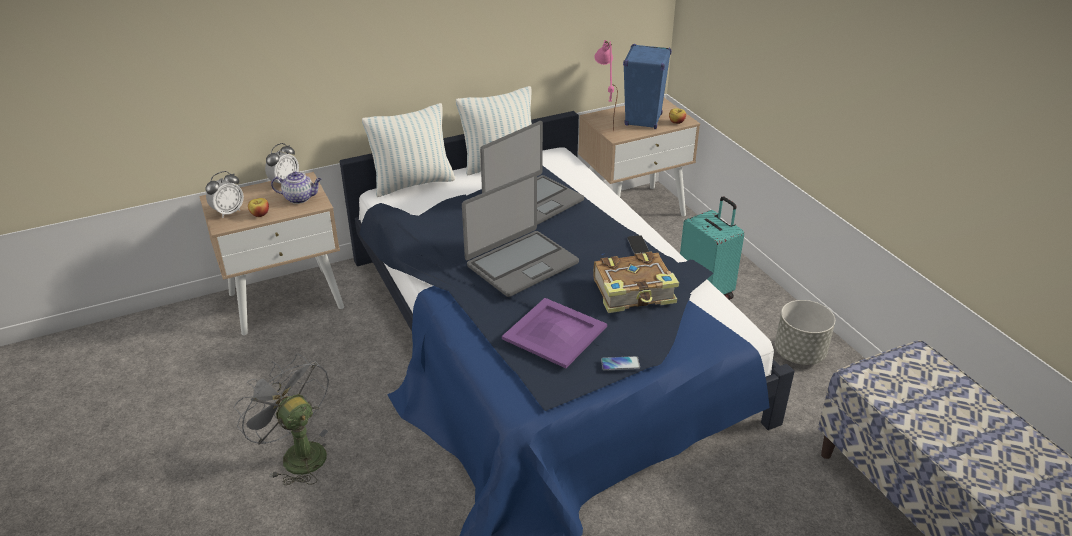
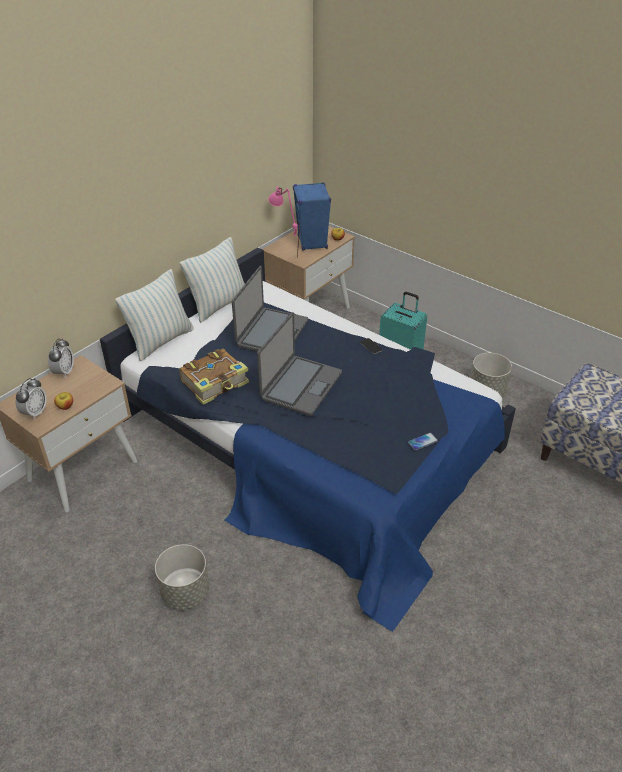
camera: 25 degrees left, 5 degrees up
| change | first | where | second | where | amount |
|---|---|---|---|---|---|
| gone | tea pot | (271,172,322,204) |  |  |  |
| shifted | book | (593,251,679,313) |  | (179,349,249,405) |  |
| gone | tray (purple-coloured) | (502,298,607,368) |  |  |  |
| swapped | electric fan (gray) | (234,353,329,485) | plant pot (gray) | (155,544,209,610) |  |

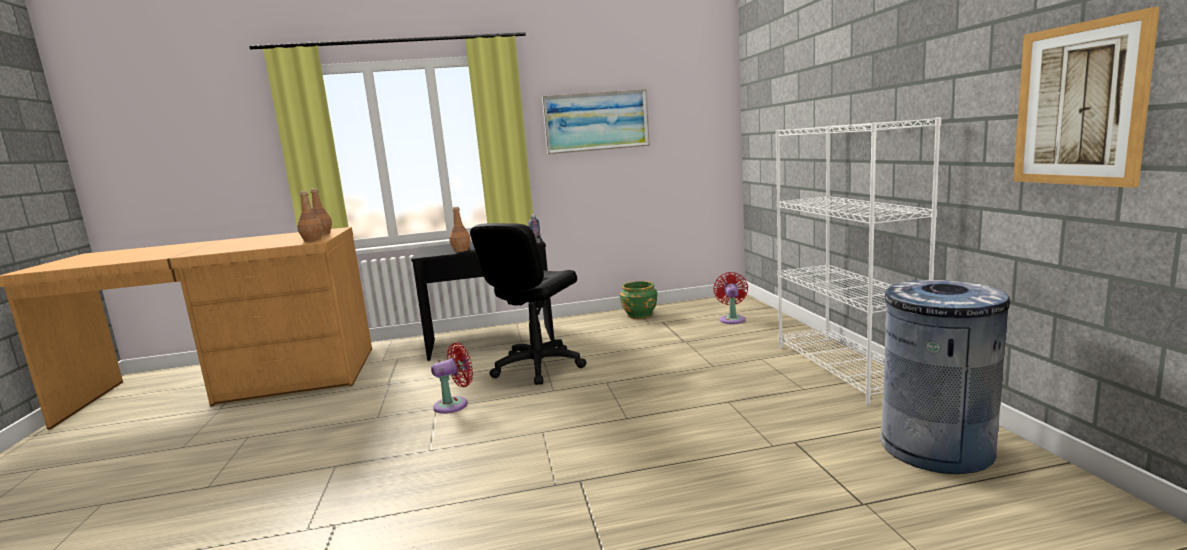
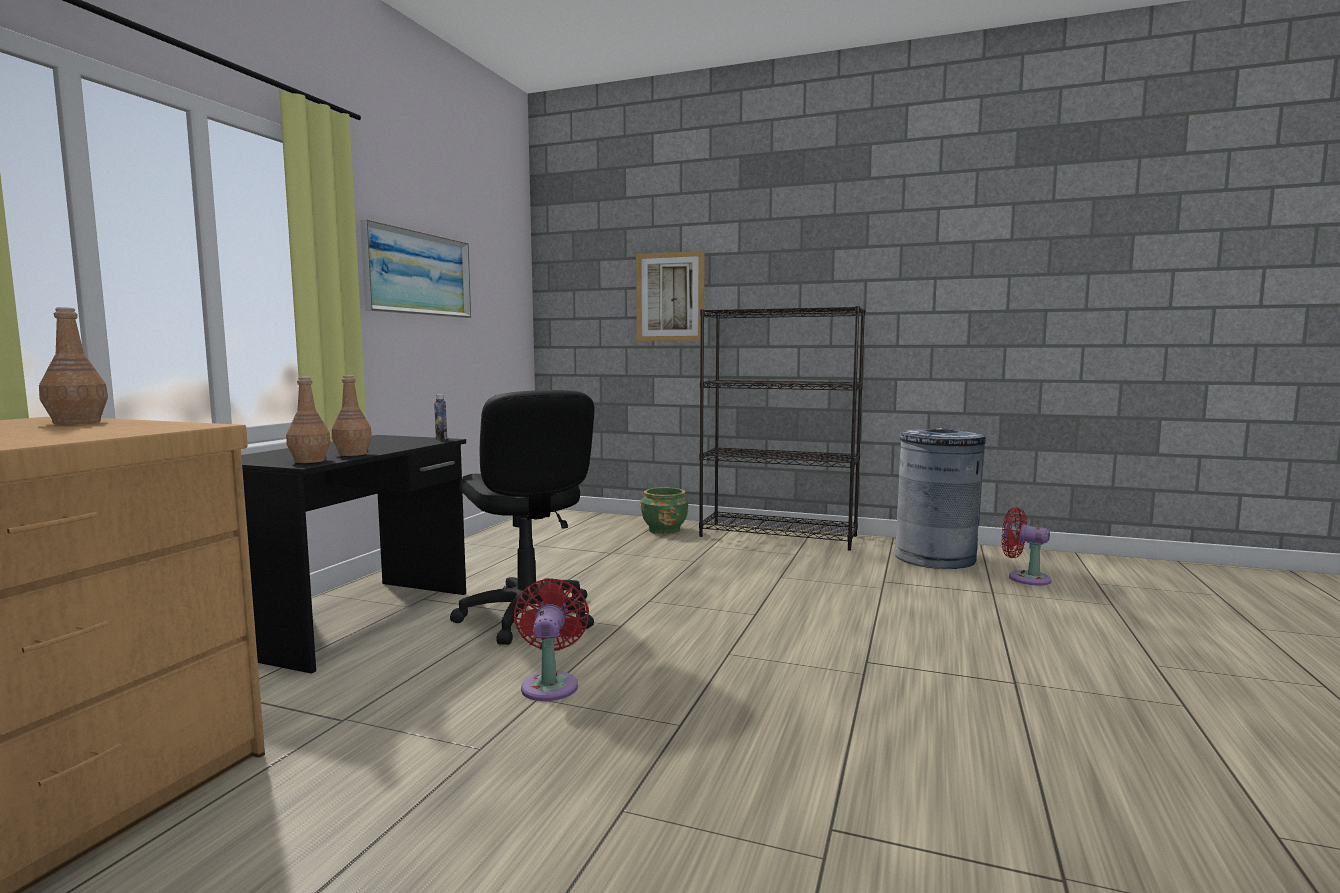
camera: 60 degrees left, 5 degrees down
| change | first | where | second | where | amount |
|---|---|---|---|---|---|
| shifted | wall picture | (1013,6,1160,188) |  | (636,251,705,341) |  |
| repainted | shelving unit (white) | (776,117,942,405) | shelving unit (black) | (699,306,865,551) |  |
| shifted | drink bottle (brown-coloured) | (297,191,323,242) |  | (286,377,331,463) |  |
| shifted | electric fan (reddish) | (714,272,748,324) |  | (1001,507,1051,585) |  |
| shifted | plant pot (green) | (620,281,657,319) |  | (640,487,688,534) |  |

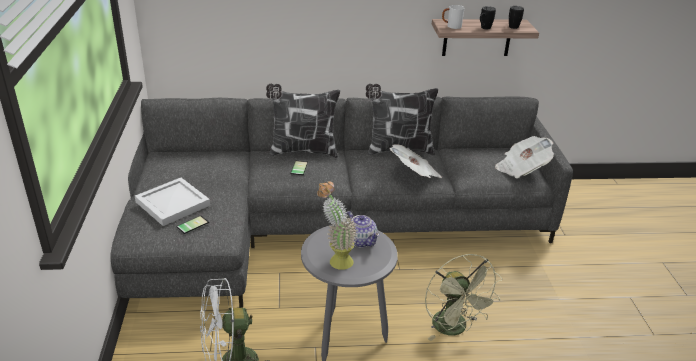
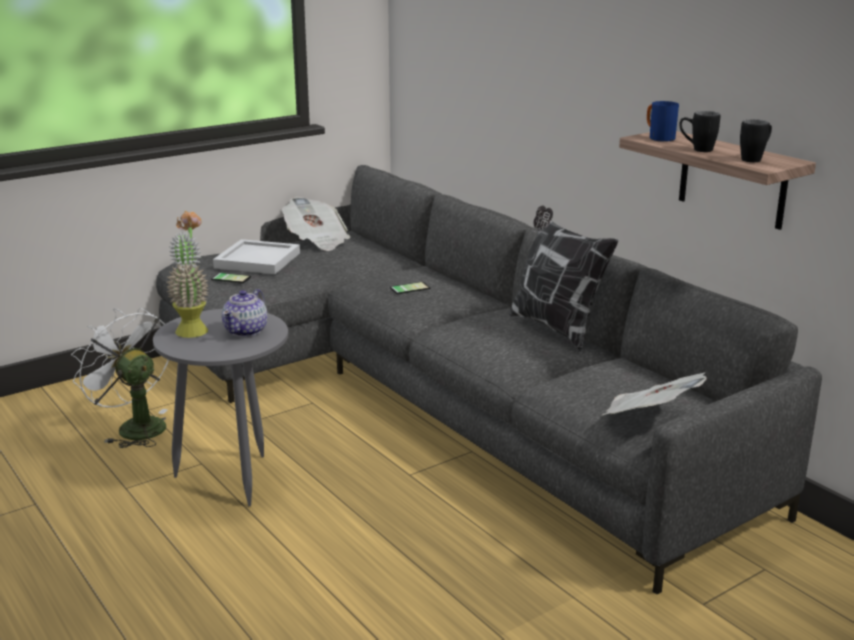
camera: 60 degrees right, 10 degrees down
| change | first | where | second | where | amount |
|---|---|---|---|---|---|
| repainted | mug (white) | (442,5,464,29) | mug (bluish) | (647,101,679,142) |  |
| gone | pillow | (266,84,340,158) |  |  |  |
| shifted | printed paper | (389,144,442,178) |  | (282,197,350,251) |  |
| gone | electric fan (green) | (425,254,503,341) |  |  |  |

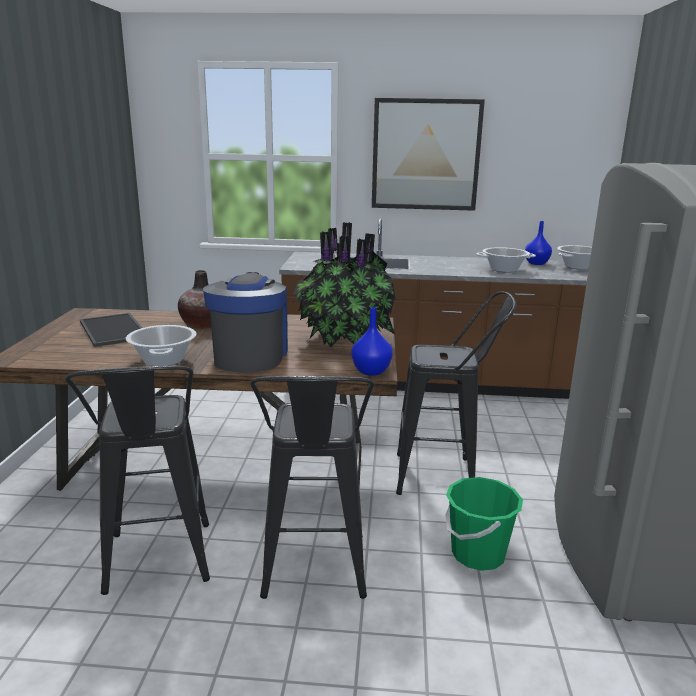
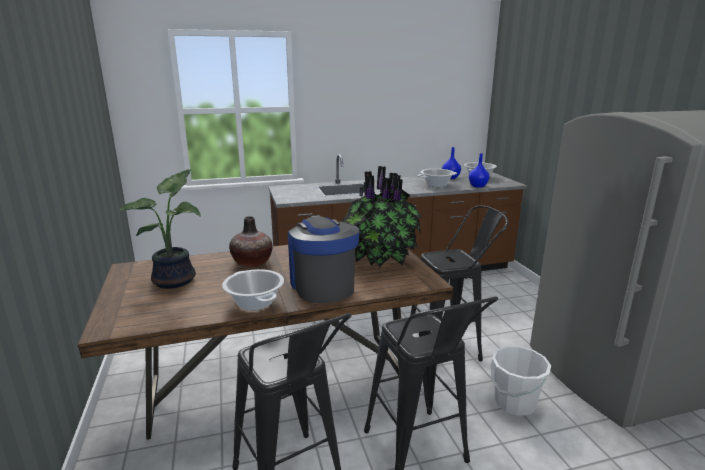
camera: 20 degrees left, 0 degrees up
| change | first | where | second | where | amount |
|---|---|---|---|---|---|
| gone | wall picture | (372,98,485,211) |  |  |  |
| shifted | vase (bluish) | (351,307,393,376) |  | (469,153,490,188) |  |
| swapped | tray | (80,313,142,347) | houseplant | (120,169,201,289) |  |
| repainted | pail (green) | (445,477,523,571) | pail (white) | (491,346,551,415) |  |

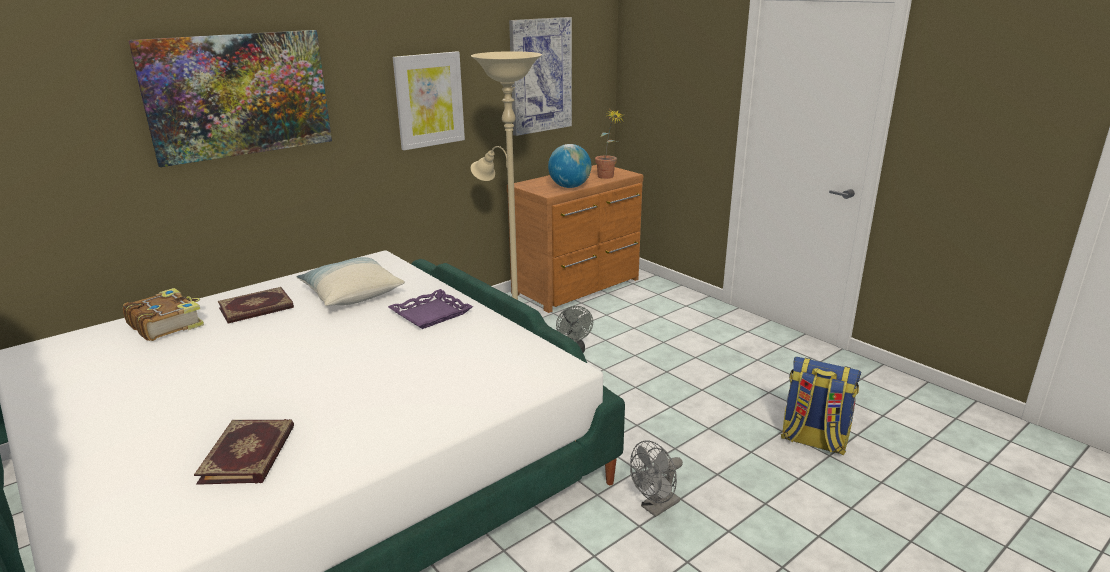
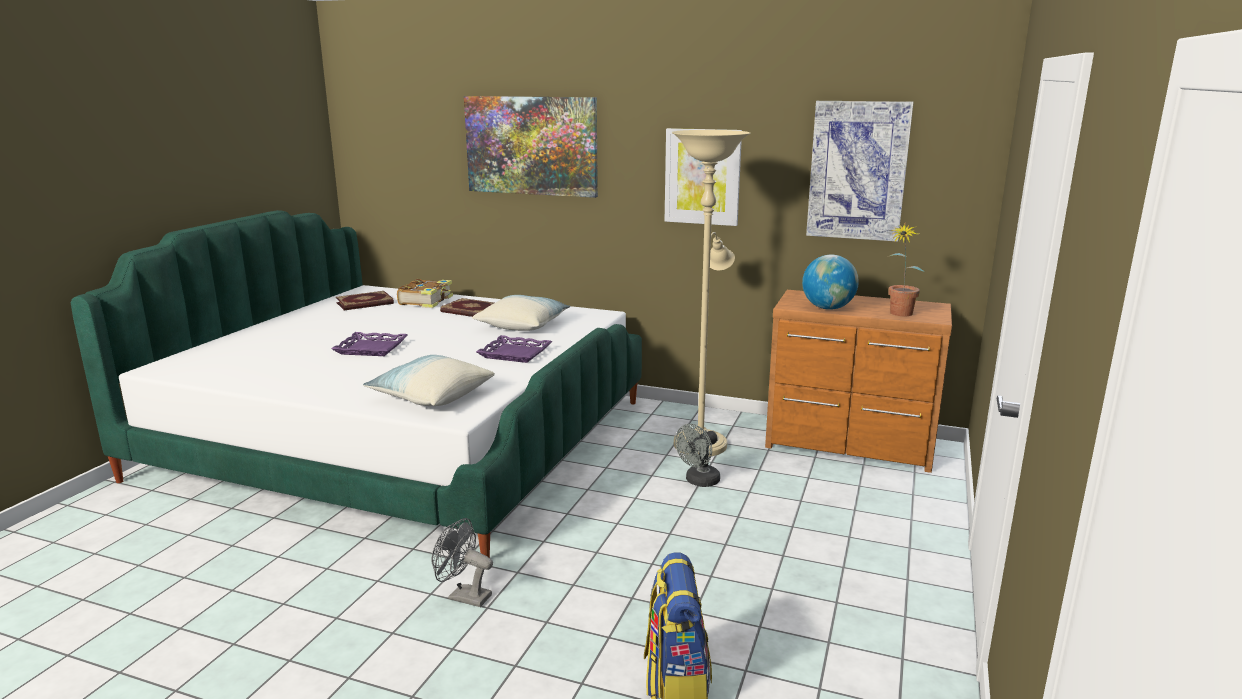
camera: 60 degrees right, 5 degrees down
| change | first | where | second | where | amount |
|---|---|---|---|---|---|
| shifted | book | (194,419,294,485) |  | (336,291,394,310) |  |
| new |  |  | tray (purple-coloured) | (331,332,408,356) |  |
| new |  |  | pillow | (363,355,495,406) |  |

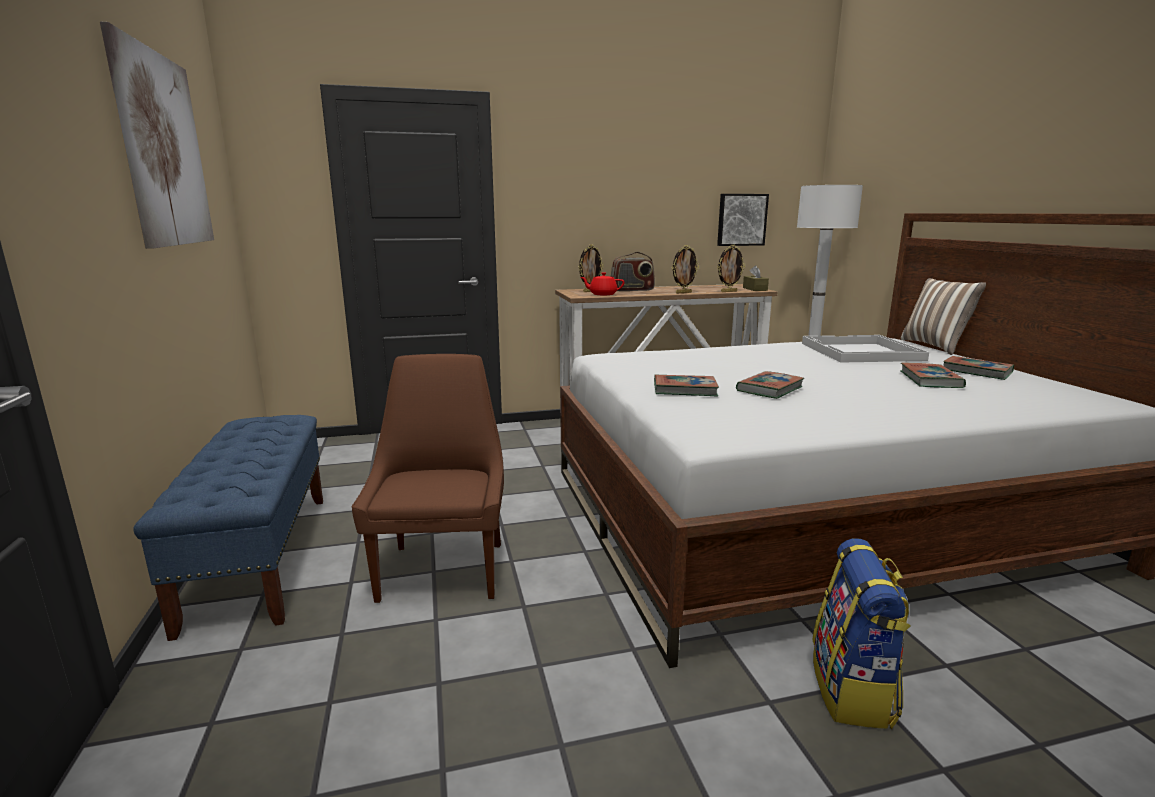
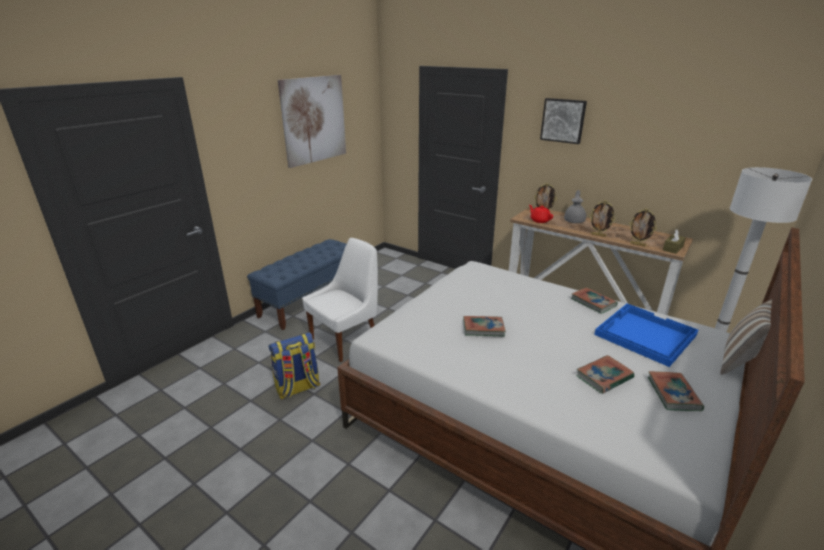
camera: 50 degrees right, 10 degrees up
| change | first | where | second | where | amount |
|---|---|---|---|---|---|
| shifted | wall picture | (717,194,769,246) |  | (540,98,587,144) |  |
| swapped | radio receiver | (611,252,655,291) | tea pot (gray) | (564,190,586,223) |  |
| repainted | tray (white) | (802,335,929,363) | tray (bluish) | (594,304,698,367) |  |
| repainted | upright chair (brown-coloured) | (352,354,504,603) | upright chair (white) | (302,238,378,362) |  |
| shifted | book | (654,375,719,396) |  | (571,287,617,314) |  |
| shifted | backpack | (812,538,910,729) |  | (268,332,320,400) |  |

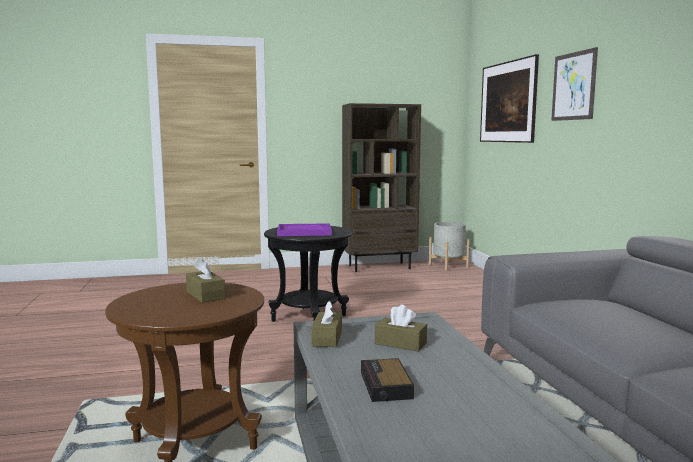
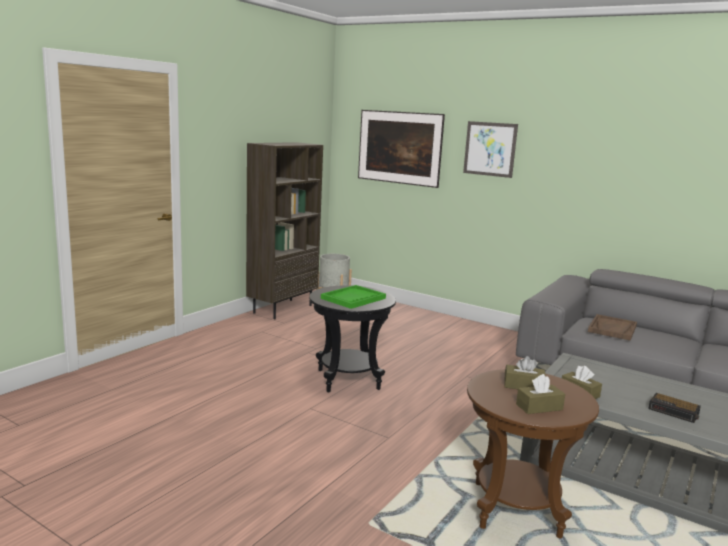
camera: 45 degrees left, 5 degrees up
| change | first | where | second | where | amount |
|---|---|---|---|---|---|
| repainted | tray (purple-coloured) | (277,223,332,236) | tray (green) | (321,285,386,309) |  |
| shifted | tissue holder (brown-coloured) | (375,305,427,352) |  | (516,374,565,414) |  |
| new |  |  | tray (brown-coloured) | (588,314,637,341) |  |

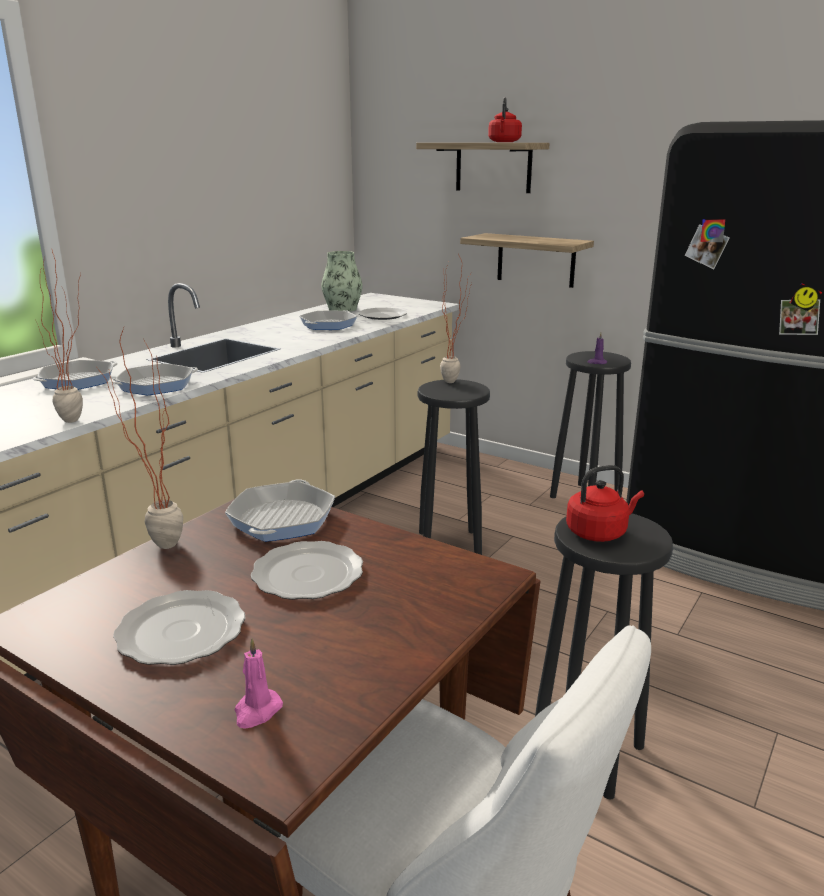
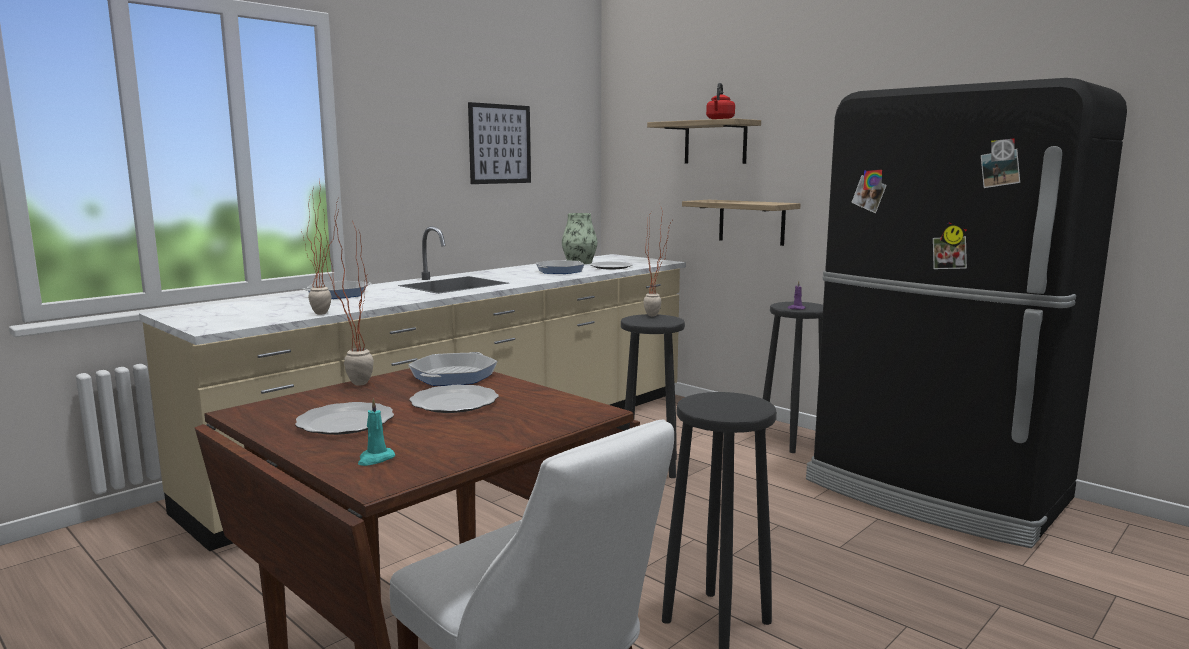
camera: 10 degrees right, 10 degrees down
| change | first | where | second | where | amount |
|---|---|---|---|---|---|
| gone | skillet | (110,363,198,395) |  |  |  |
| gone | tea kettle (reddish) | (566,465,644,542) |  |  |  |
| repainted | wax light (pink) | (235,638,283,729) | wax light (blue-green) | (358,398,395,466) |  |
| new |  |  | wall picture | (468,102,531,184) |  |

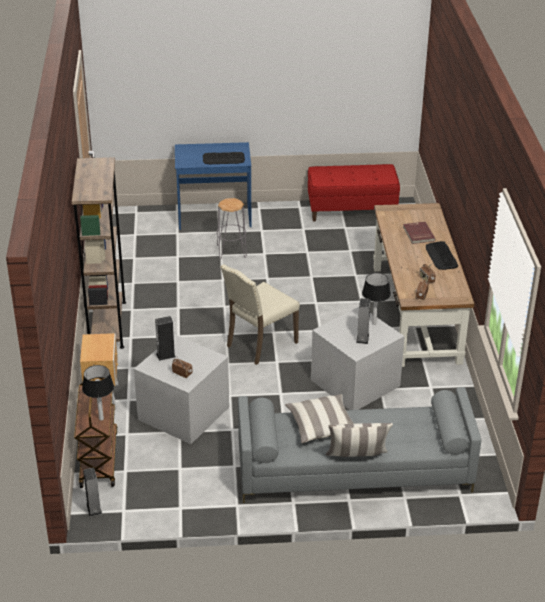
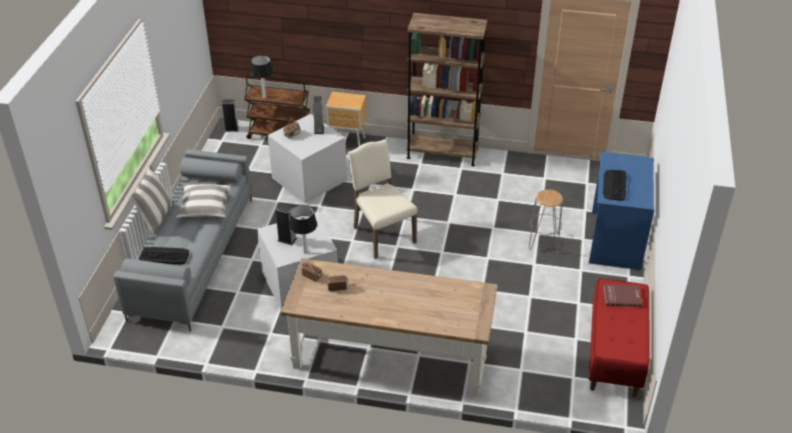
camera: 105 degrees right, 5 degrees up
| change | first | where | second | where | amount |
|---|---|---|---|---|---|
| shifted | book (reddish) | (403,222,436,244) |  | (603,284,642,307) |  |
| shifted | PC keyboard | (426,241,458,270) |  | (139,247,189,264) |  |

